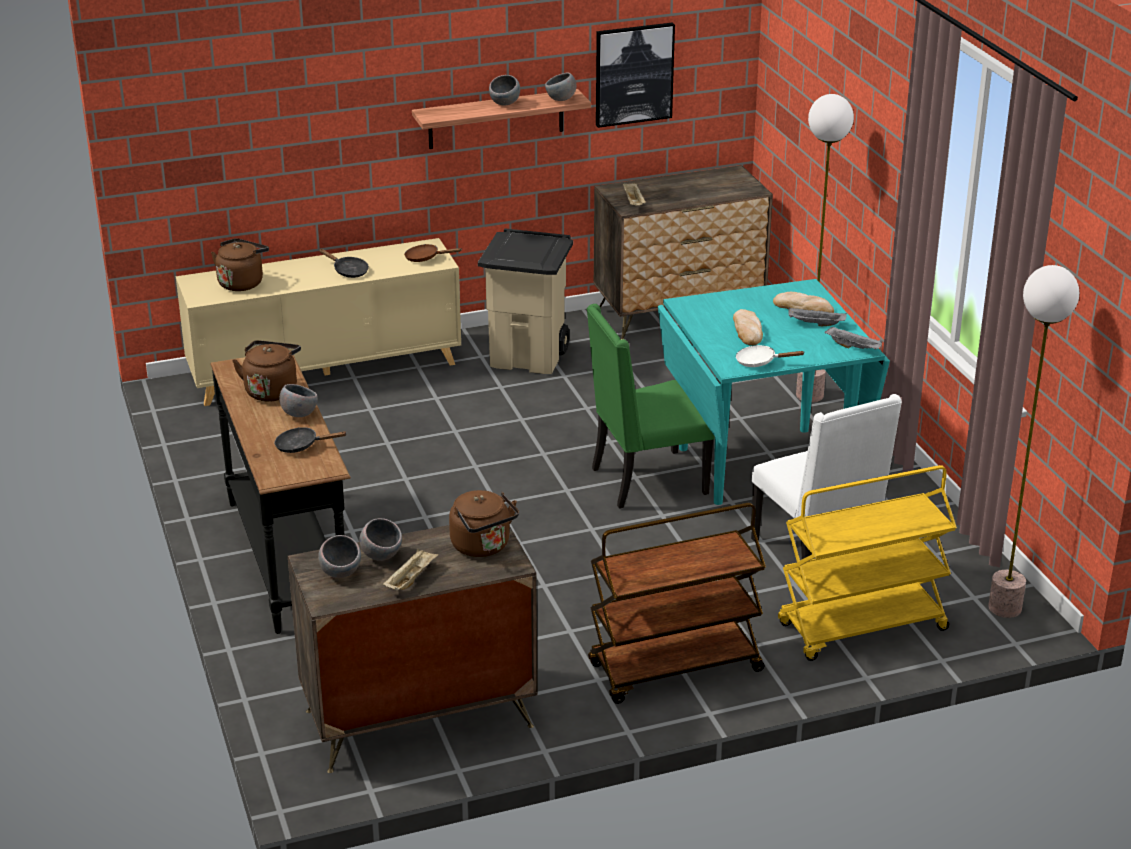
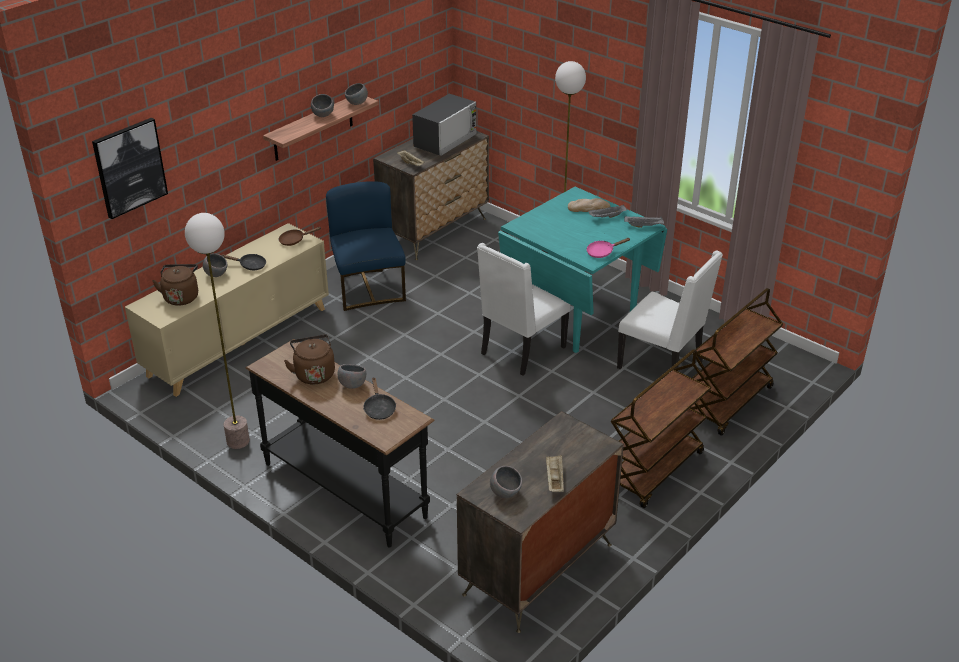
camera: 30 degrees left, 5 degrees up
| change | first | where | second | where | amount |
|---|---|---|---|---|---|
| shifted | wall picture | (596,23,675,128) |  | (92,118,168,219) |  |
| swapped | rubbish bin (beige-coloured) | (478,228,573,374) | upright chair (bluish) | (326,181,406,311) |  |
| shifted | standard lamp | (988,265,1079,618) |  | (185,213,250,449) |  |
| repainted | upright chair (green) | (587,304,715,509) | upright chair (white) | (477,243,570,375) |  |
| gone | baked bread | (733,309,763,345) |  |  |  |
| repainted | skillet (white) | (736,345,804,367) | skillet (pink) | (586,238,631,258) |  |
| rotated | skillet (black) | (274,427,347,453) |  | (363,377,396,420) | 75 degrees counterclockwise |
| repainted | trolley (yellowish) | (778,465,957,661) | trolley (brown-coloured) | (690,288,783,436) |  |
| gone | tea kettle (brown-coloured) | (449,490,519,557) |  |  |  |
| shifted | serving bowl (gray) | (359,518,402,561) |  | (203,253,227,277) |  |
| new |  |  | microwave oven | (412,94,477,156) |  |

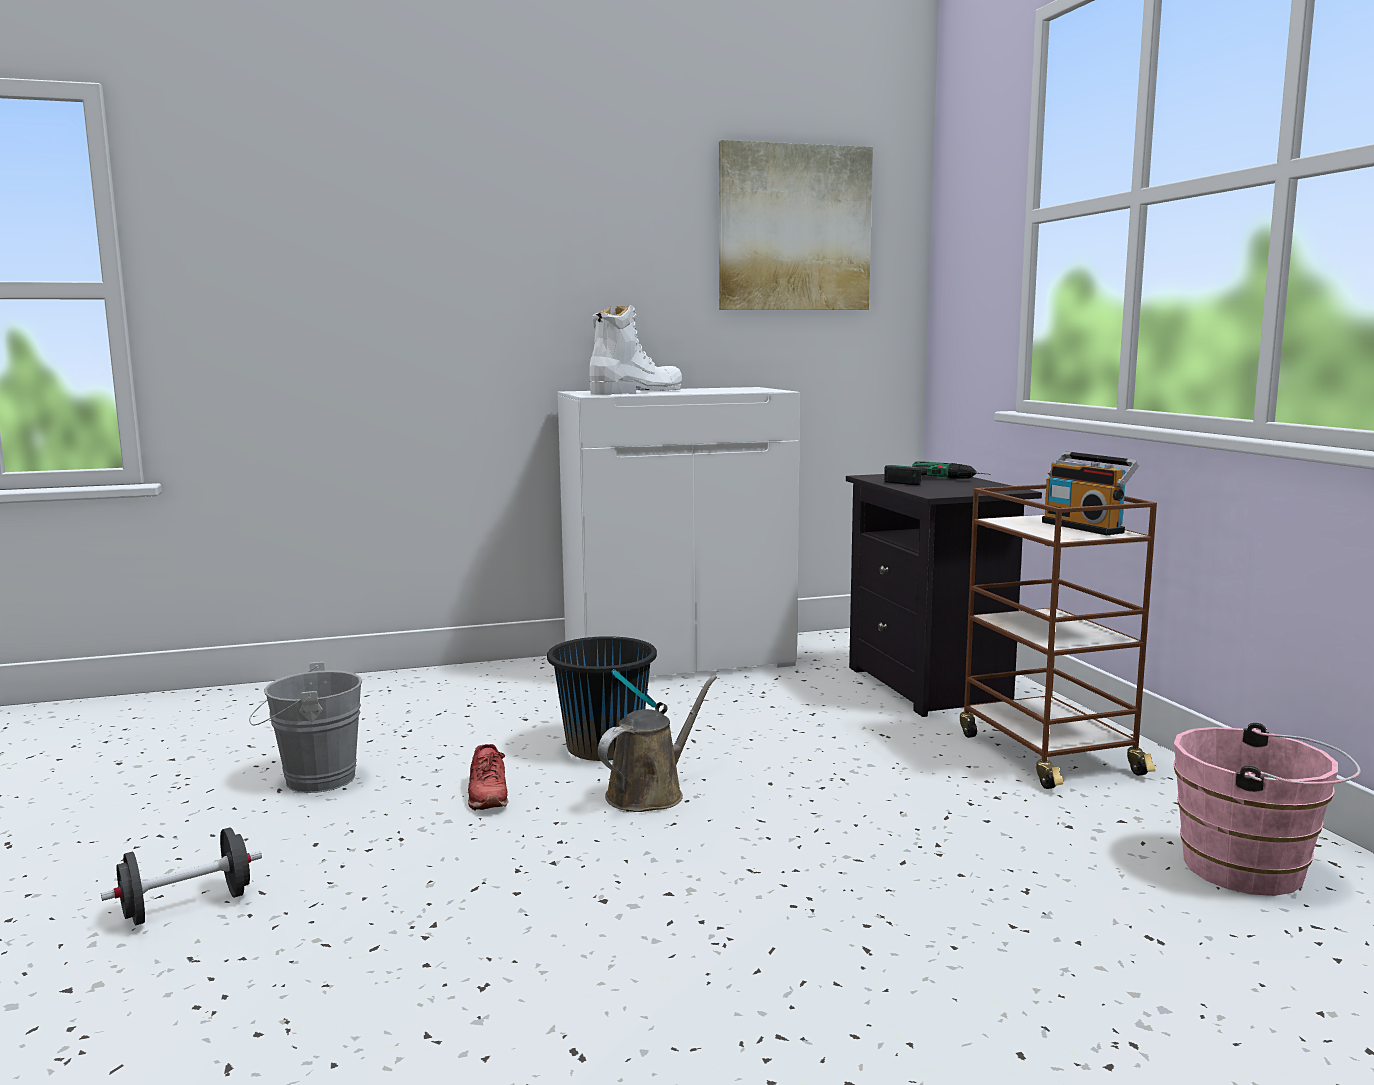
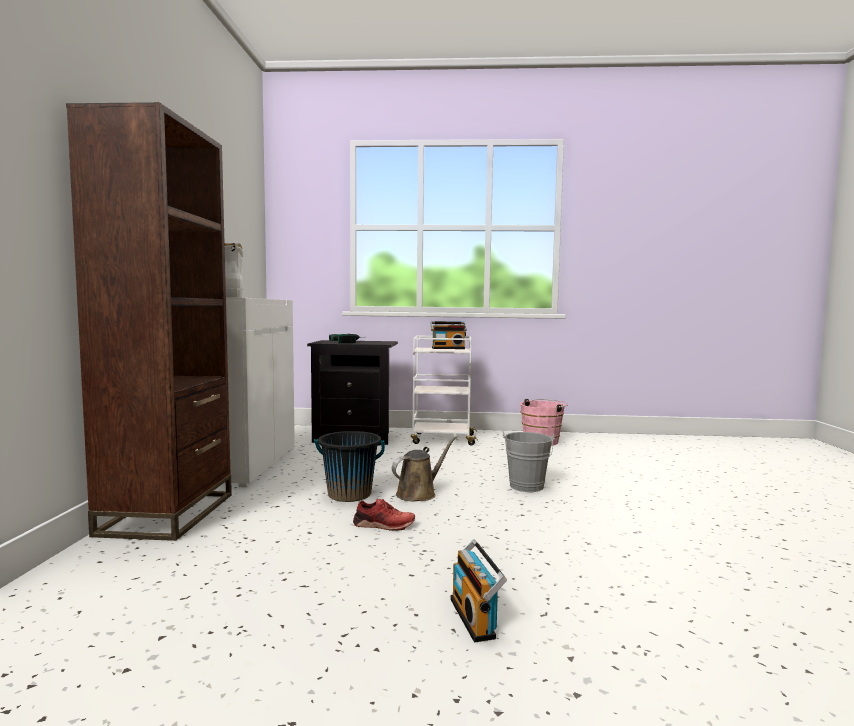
camera: 70 degrees left, 5 degrees down
| change | first | where | second | where | amount |
|---|---|---|---|---|---|
| gone | wall picture | (719,140,873,310) |  |  |  |
| repainted | trolley (brown-coloured) | (960,484,1157,789) | trolley (white) | (411,336,478,446) |  |
| shifted | pail (gray) | (249,662,362,793) |  | (503,431,555,492) |  |
| rotated | watering can (brown-coloured) | (598,675,717,812) |  | (392,436,457,501) | 75 degrees clockwise |
| swapped | hand weight (black) | (101,827,262,926) | radio receiver | (451,539,507,643) |  |
| new |  |  | shelving unit (brown-coloured) | (66,102,232,541) |  |

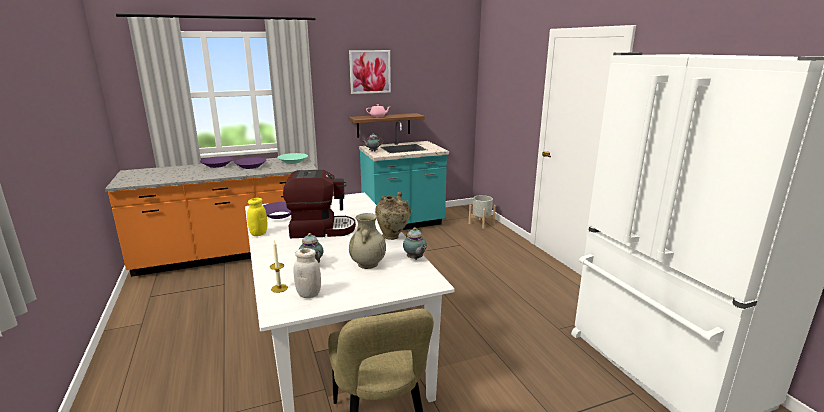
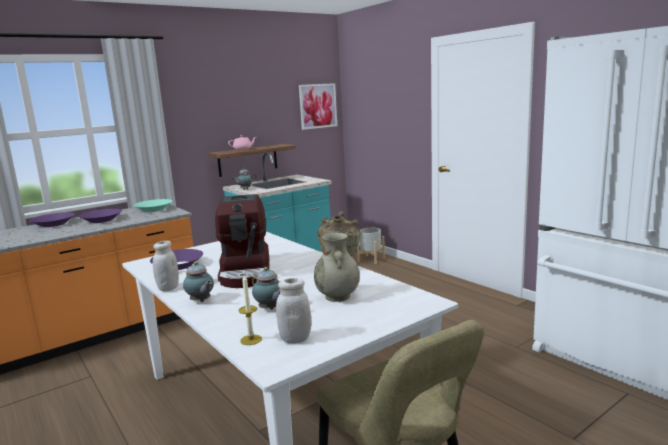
camera: 15 degrees left, 5 degrees down
| change | first | where | second | where | amount |
|---|---|---|---|---|---|
| shifted | wall picture | (349,50,391,94) |  | (299,83,337,130) |  |
| rotated | coffee brewer | (283,170,356,238) |  | (215,194,269,288) | 105 degrees clockwise |
| repainted | storage jar (yellowish) | (247,198,268,236) | storage jar (white) | (153,241,179,291) |  |
| shifted | tea pot | (403,227,427,260) |  | (183,261,214,302) |  |

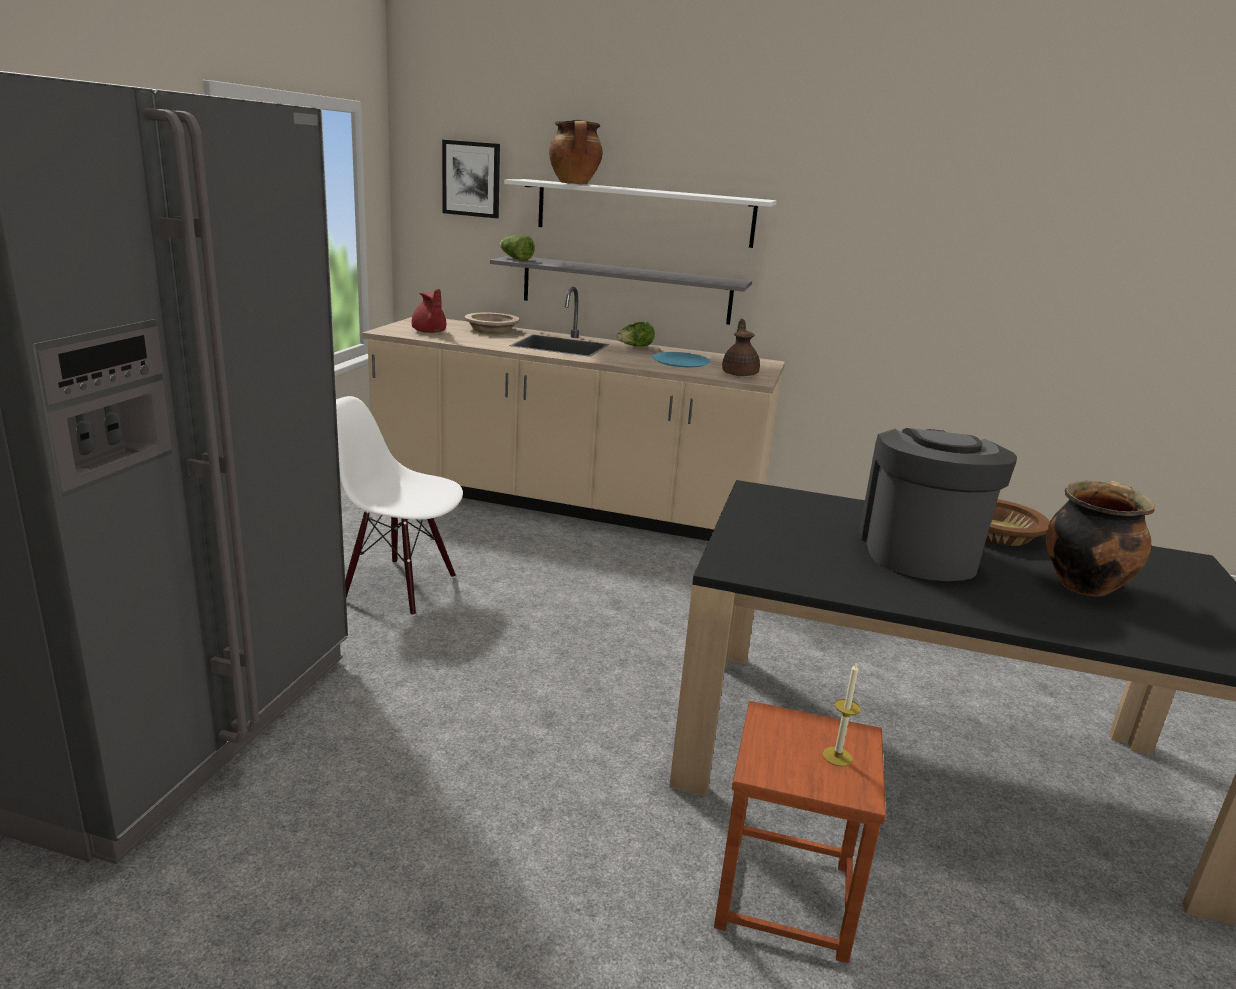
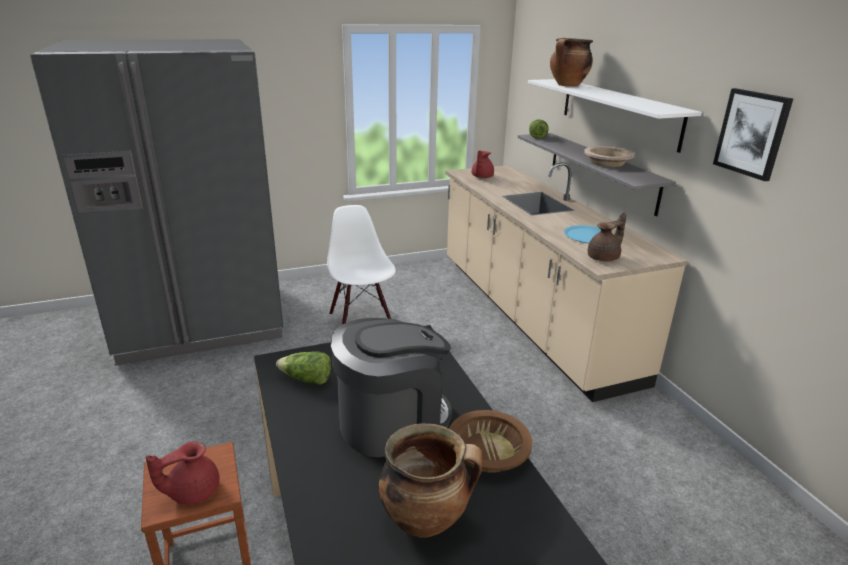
camera: 55 degrees right, 5 degrees up
| change | first | where | second | where | amount |
|---|---|---|---|---|---|
| shifted | wall picture | (442,140,500,218) |  | (713,88,793,181) |  |
| shifted | serving bowl (beige-coloured) | (465,312,519,334) |  | (584,146,634,167) |  |
| shifted | head of lettuce | (616,321,655,346) |  | (276,351,331,385) |  |
| swapped | wax light | (823,662,861,767) | tea pot (reddish) | (146,442,220,505) |  |

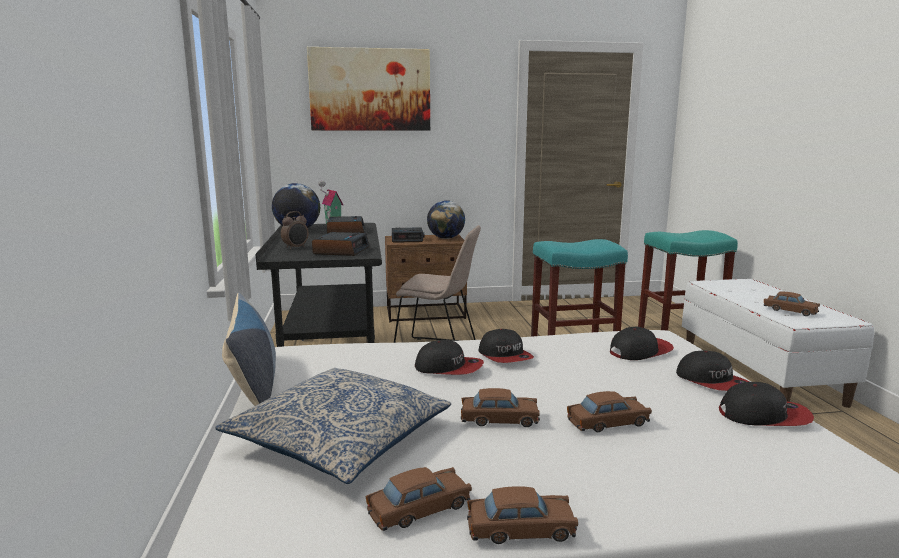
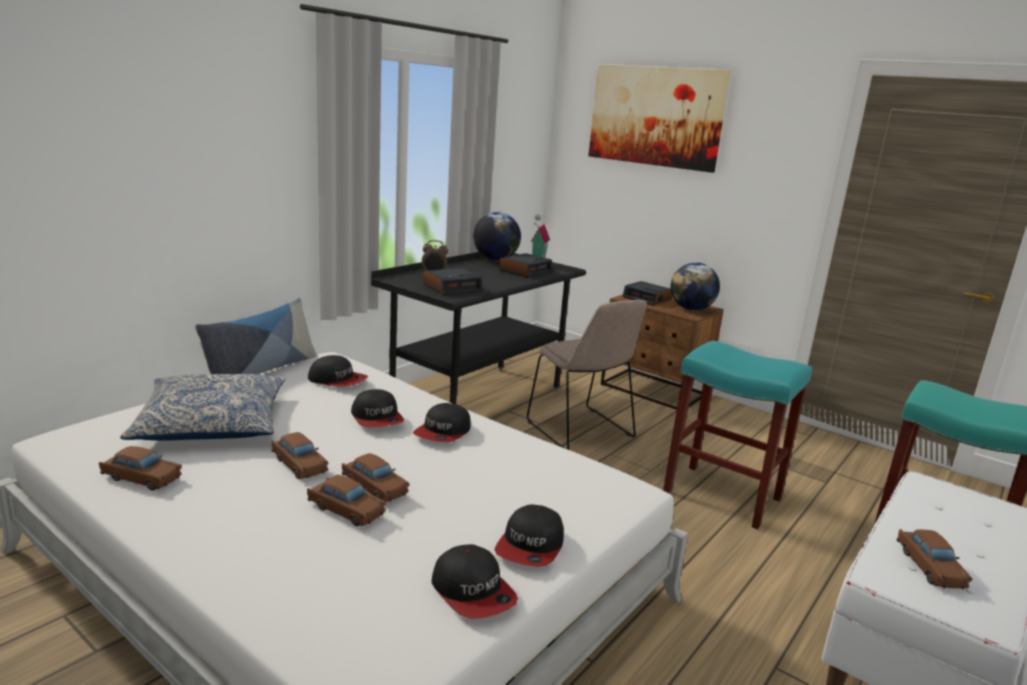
camera: 45 degrees right, 5 degrees up
| change | first | where | second | where | amount |
|---|---|---|---|---|---|
| shifted | peaked cap | (610,327,674,360) |  | (308,355,368,387) |  |
| shifted | toy car (brown-coloured) | (467,486,578,544) |  | (342,453,409,502) |  |

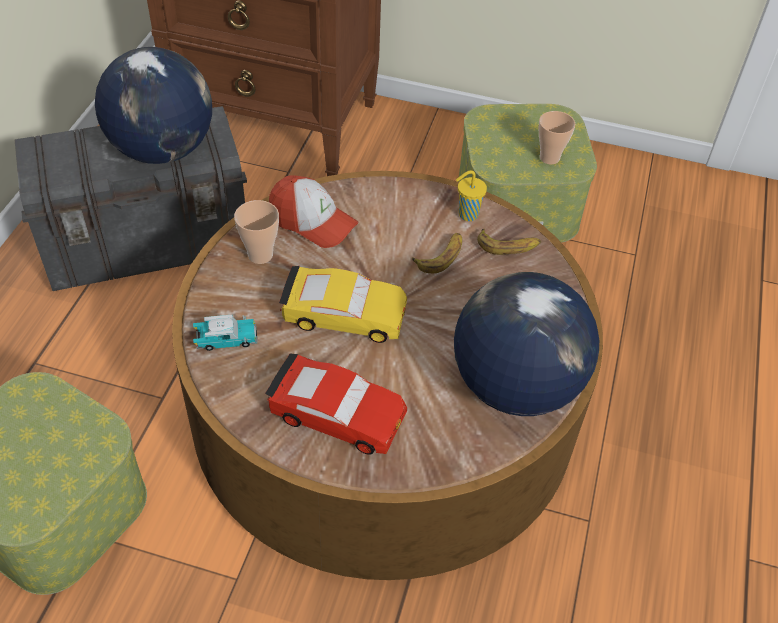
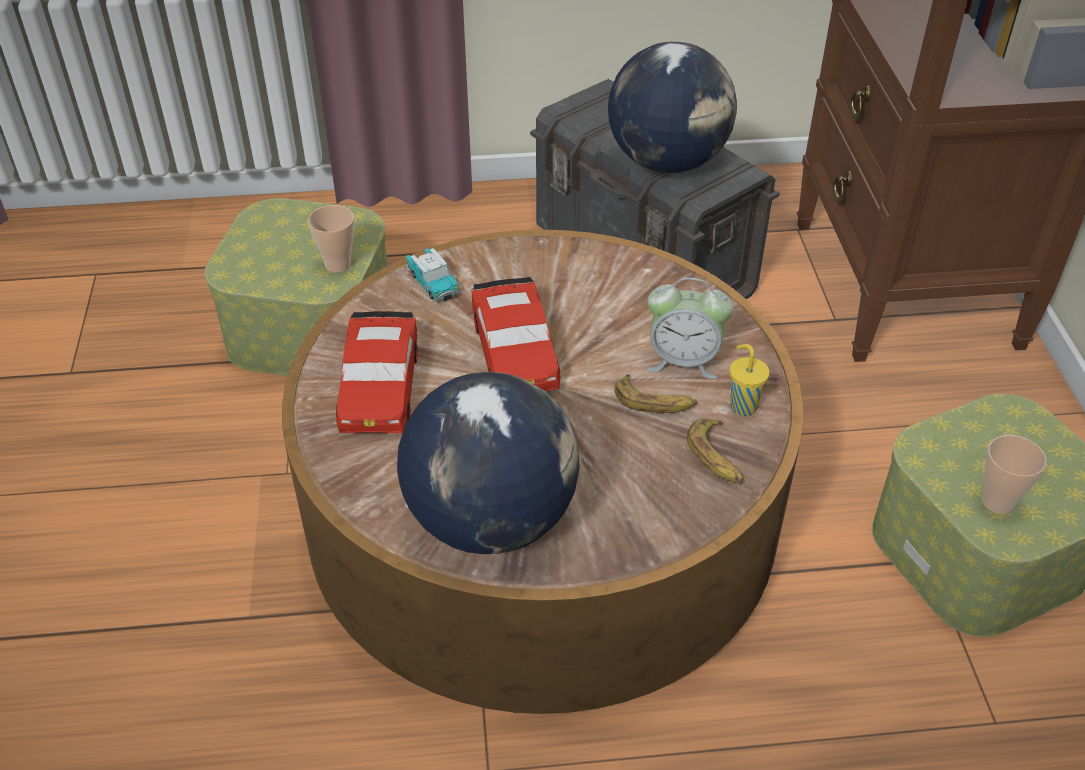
camera: 70 degrees right, 5 degrees down
| change | first | where | second | where | amount |
|---|---|---|---|---|---|
| gone | peaked cap | (269,175,359,248) |  |  |  |
| shifted | cup | (234,200,279,264) |  | (308,205,355,272) |  |
| repainted | toy car (yellowish) | (279,266,407,343) | toy car (reddish) | (472,277,560,391) |  |
| new |  |  | table clock | (647,278,733,379) |  |

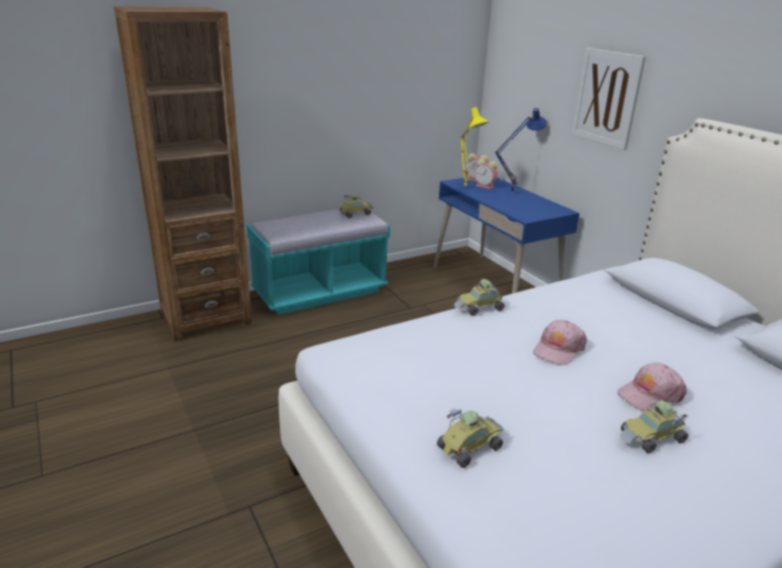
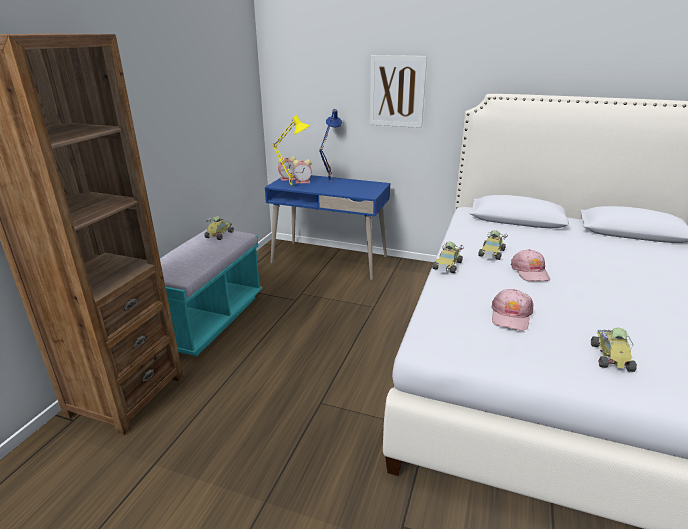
camera: 40 degrees left, 0 degrees up
| change | first | where | second | where | amount |
|---|---|---|---|---|---|
| shifted | peaked cap (pink) | (617,362,687,411) |  | (491,289,533,331) |  |
| shifted | toy car | (620,400,688,453) |  | (478,230,508,260) |  |

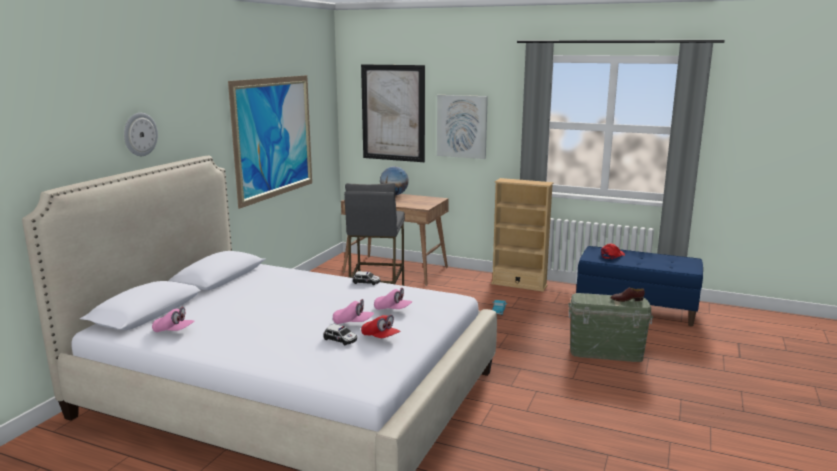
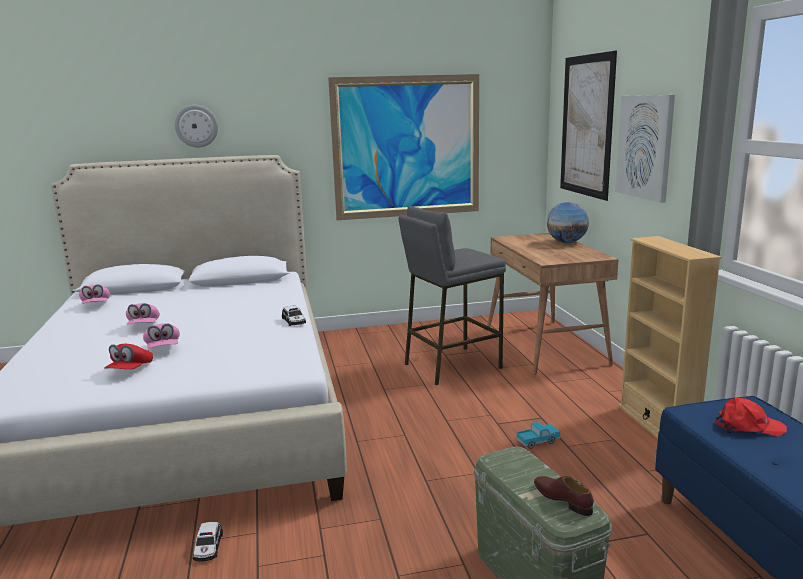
camera: 55 degrees right, 0 degrees up
| change | first | where | second | where | amount |
|---|---|---|---|---|---|
| shifted | peaked cap (pink) | (374,288,412,310) |  | (126,303,160,325) |  |
| shifted | toy car | (323,324,357,345) |  | (193,522,223,562) |  |

